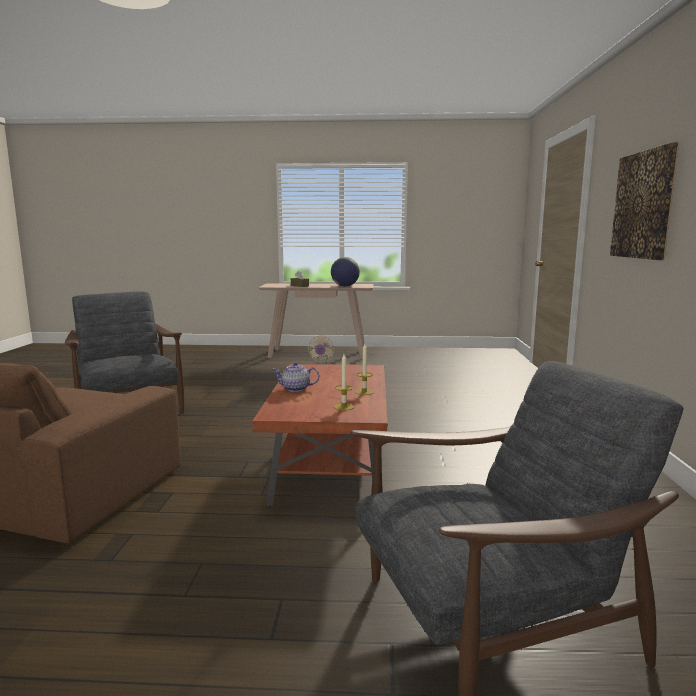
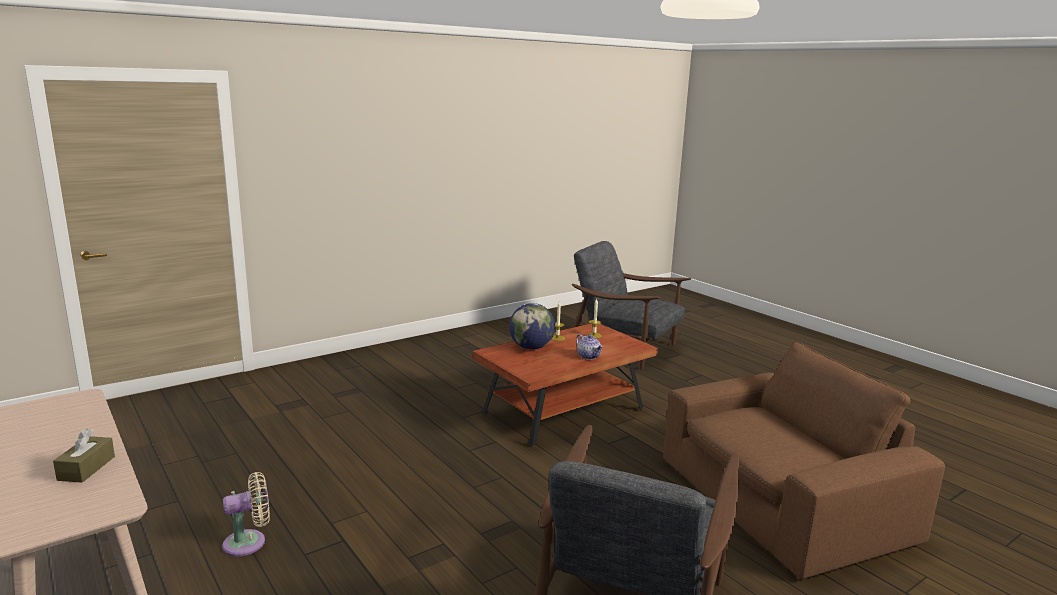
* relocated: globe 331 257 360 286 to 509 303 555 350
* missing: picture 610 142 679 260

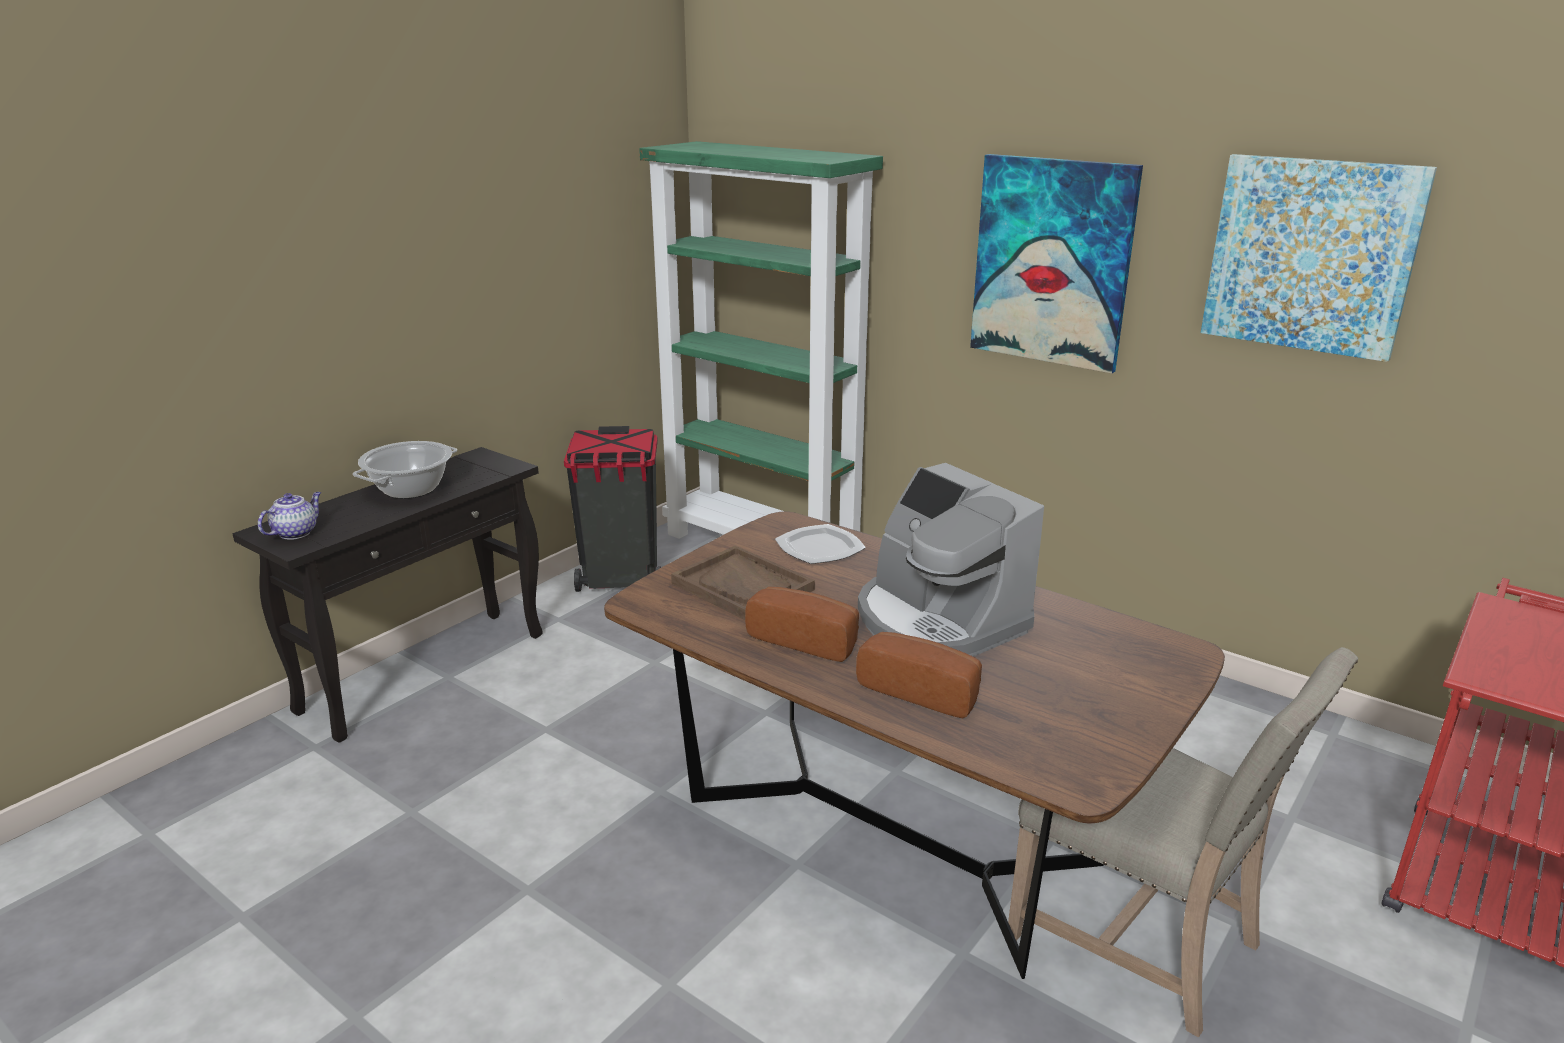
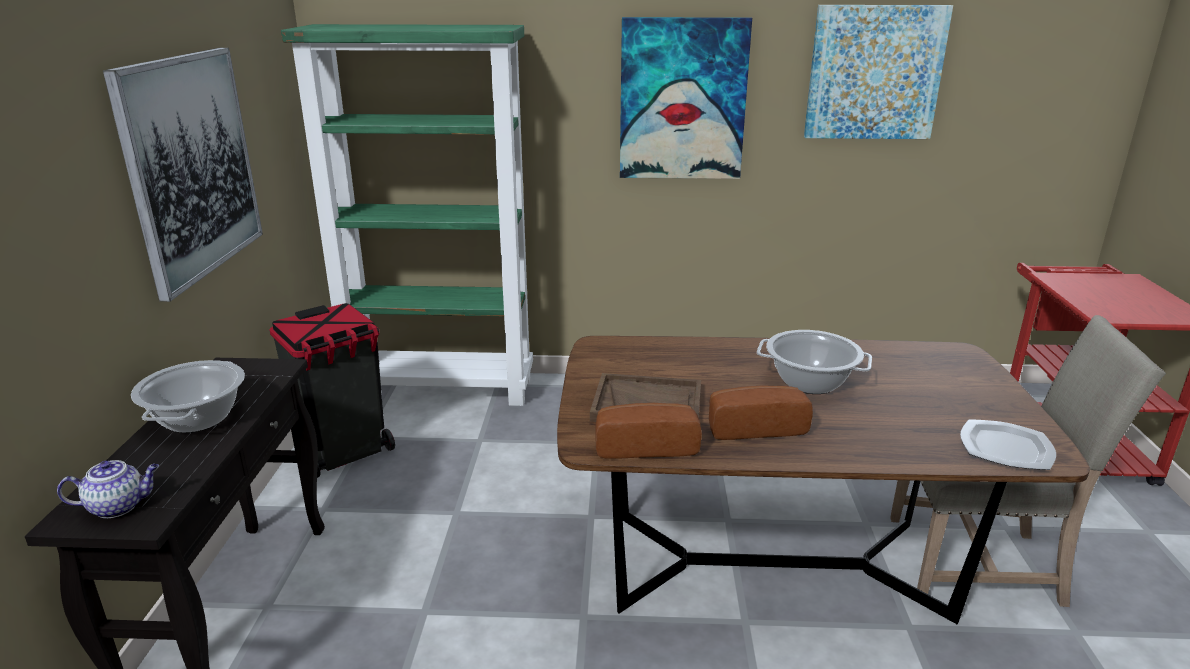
* spun: teapot 258 492 321 540 = 57 460 159 518 75 degrees clockwise
* relocated: plate 775 524 866 564 to 960 419 1056 470
* relocated: bread 856 632 982 718 to 595 403 702 459
* exchanged: coffee machine 858 463 1044 657 to cooking pot 757 330 872 394
* appeared: picture 103 48 263 302

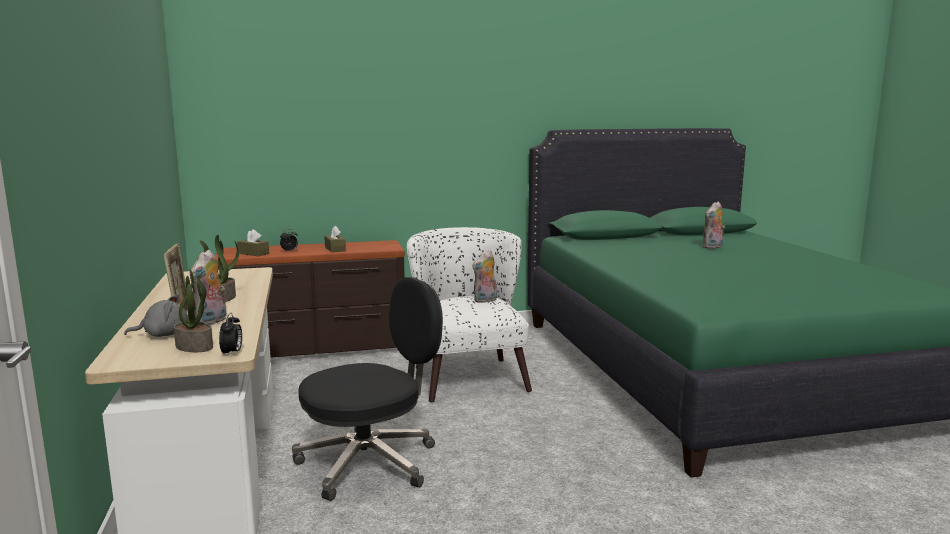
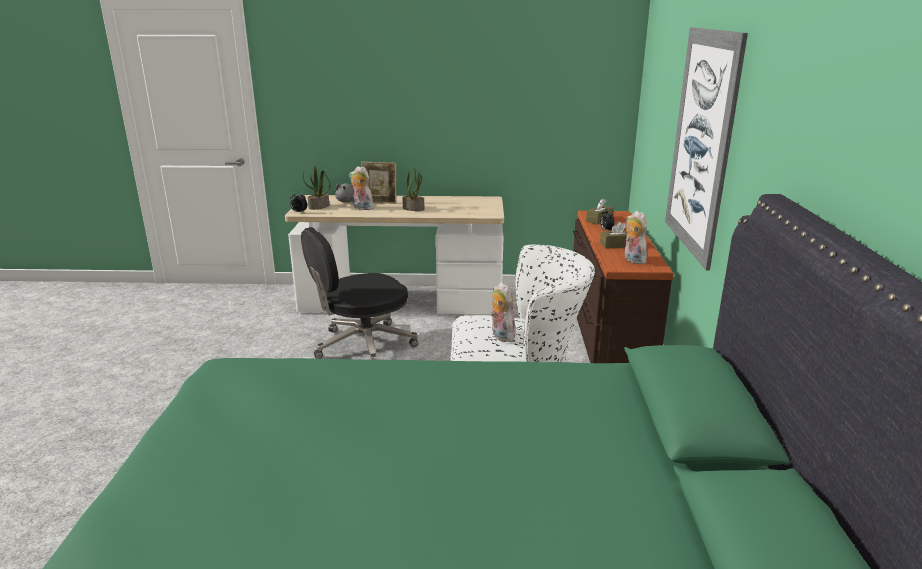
* spun: office chair (black) 292 277 443 501 = 301 227 418 360 75 degrees clockwise
* relocated: plush toy 702 201 725 249 to 624 211 647 264
* appeared: picture 665 27 748 270

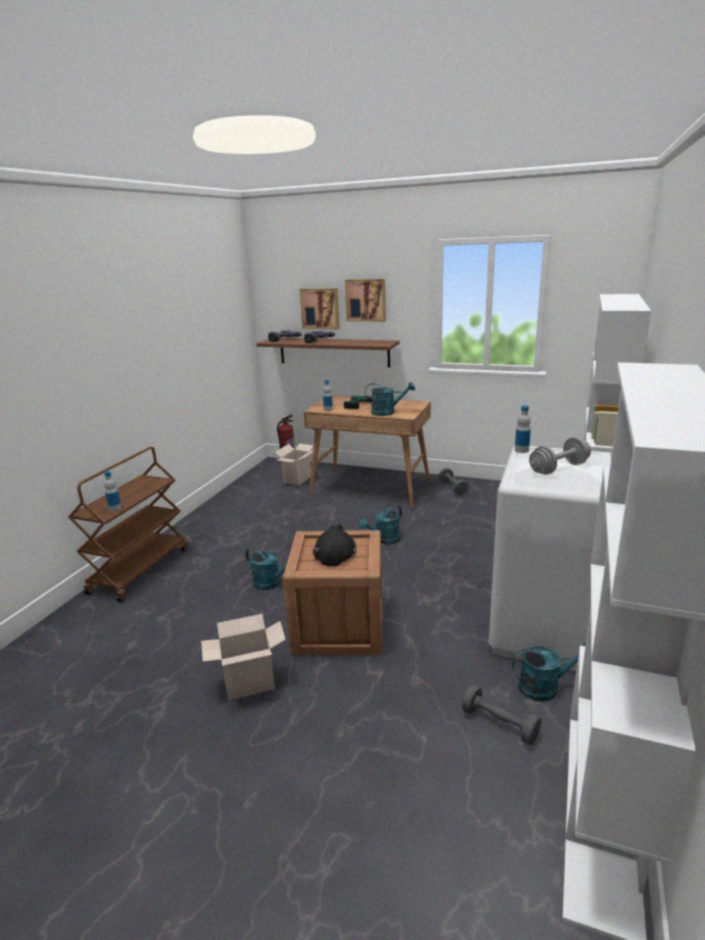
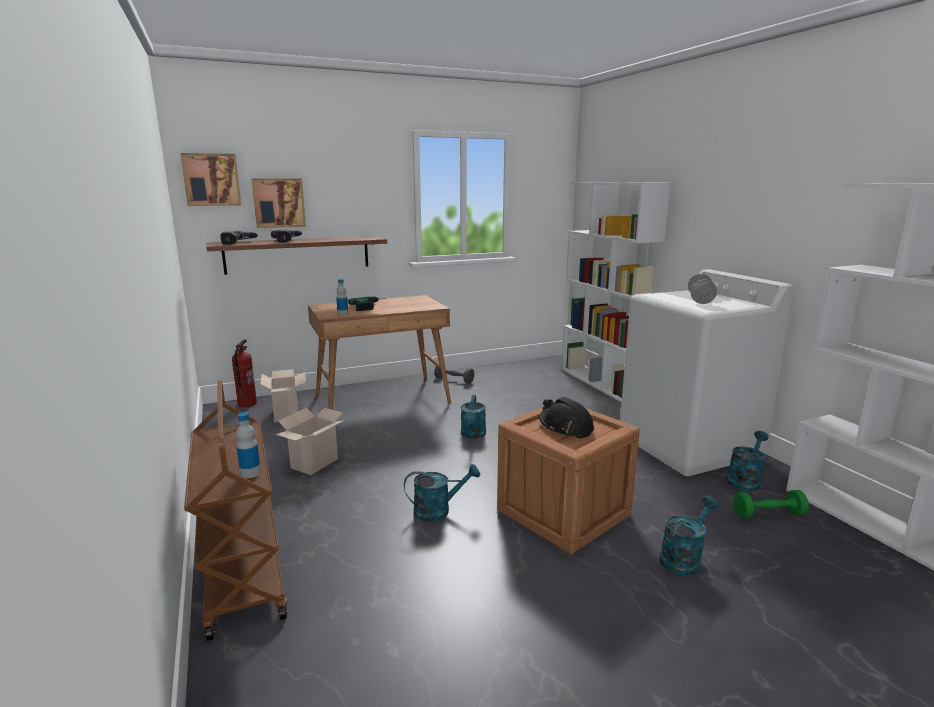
* relocated: cardboard box 201 614 286 700 to 276 408 344 475
* relocated: picture 345 279 386 322 to 180 153 241 206
* relocated: watering can (turquoise) 365 382 415 416 to 660 496 719 575
* colour: dumbbell (grey) 462 685 541 746 to dumbbell (green) 733 490 809 518
* missing: bottle 515 405 531 453

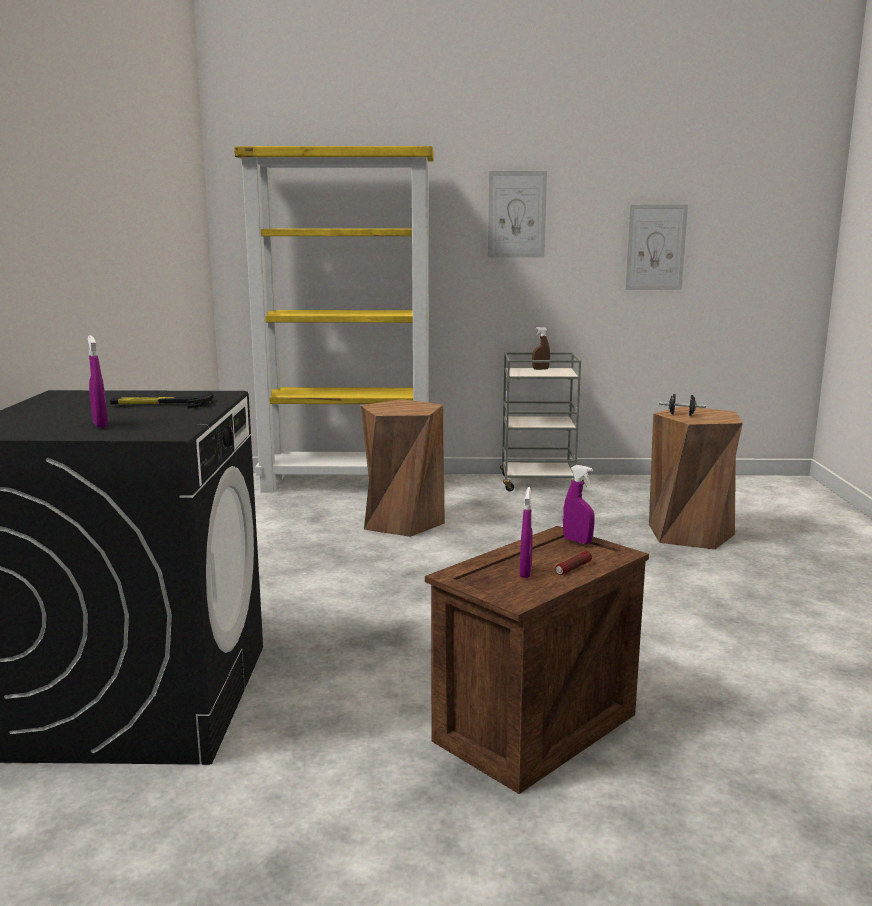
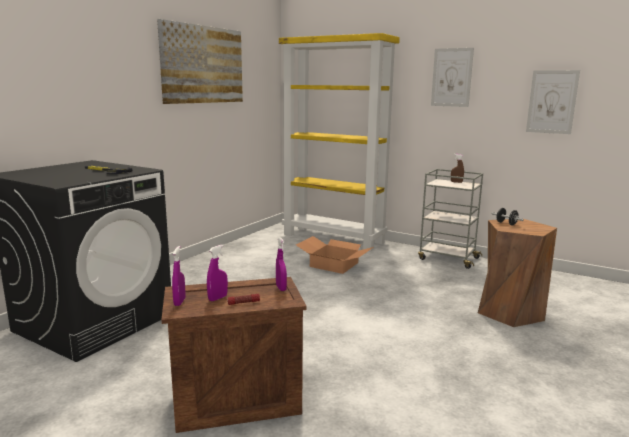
* relocated: spray bottle (purple) 88 336 108 428 to 172 246 185 306
* exchanged: stool (brown) 361 399 445 537 to cardboard box 296 236 373 274
* appeared: picture 157 19 243 104

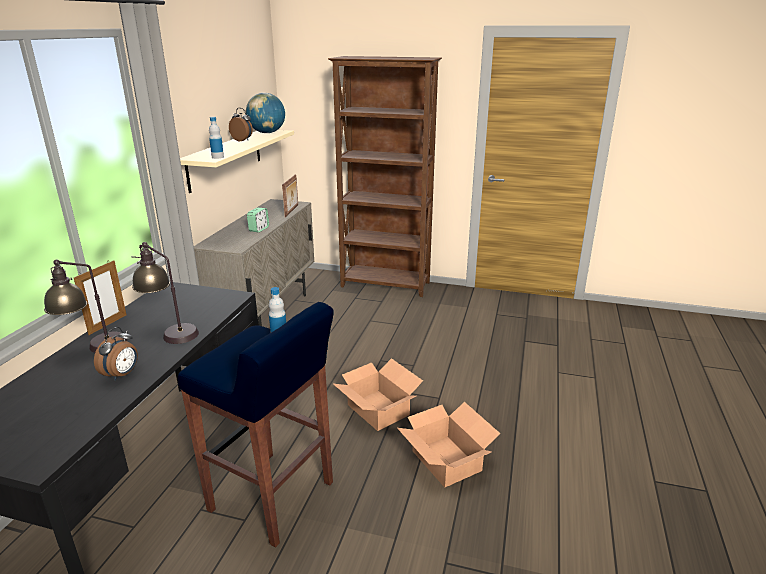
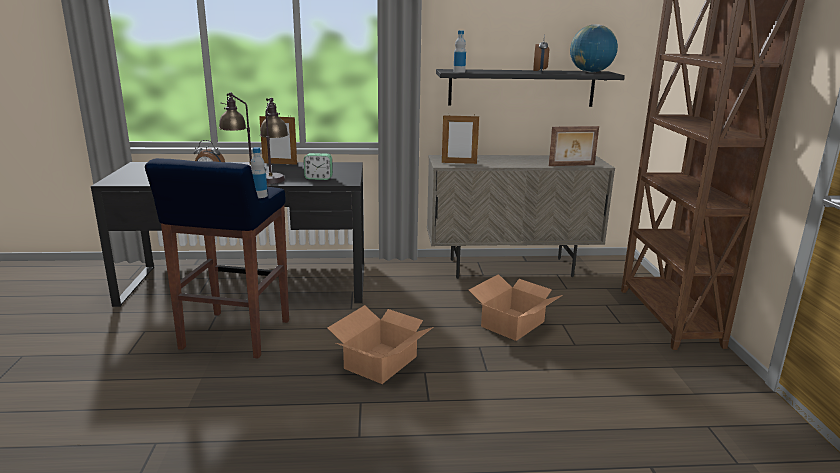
* colour: shelf (beige) 180 130 294 193 to shelf (black) 436 69 625 107
* relocated: alarm clock 247 208 269 232 to 304 153 333 180
* relocated: cardboard box 397 402 500 488 to 469 274 562 341
* appeared: picture frame 442 115 479 164

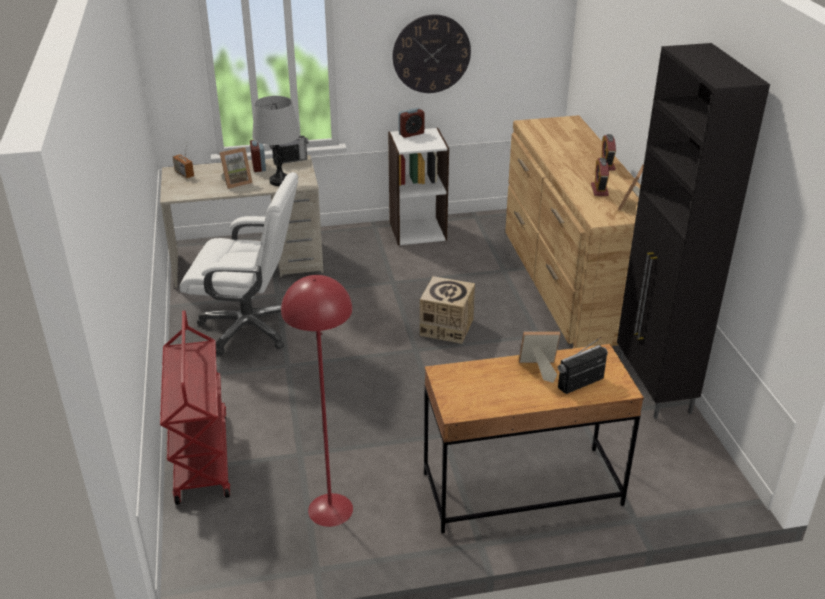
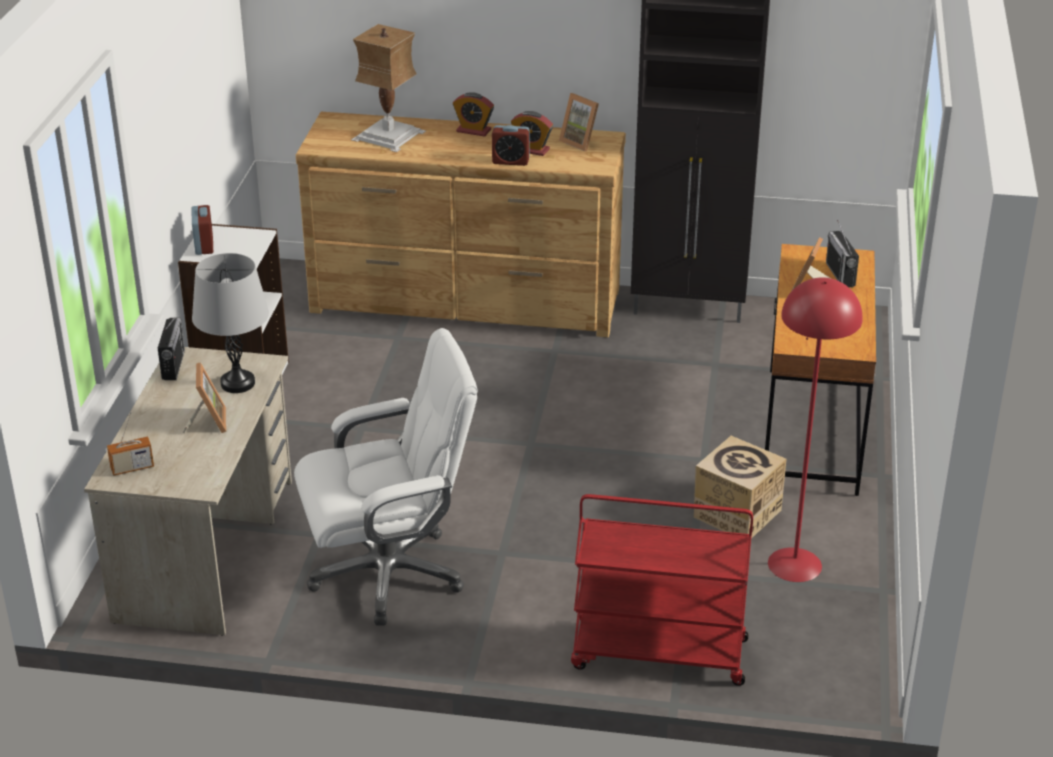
* spun: office chair (white) 179 172 298 355 = 294 328 478 626 45 degrees clockwise
* relocated: alarm clock 250 140 266 172 to 492 125 530 166
* missing: wall clock 393 14 471 93
* relocated: cardboard box 420 276 475 344 to 694 436 787 539
* appeared: table lamp 351 24 426 152

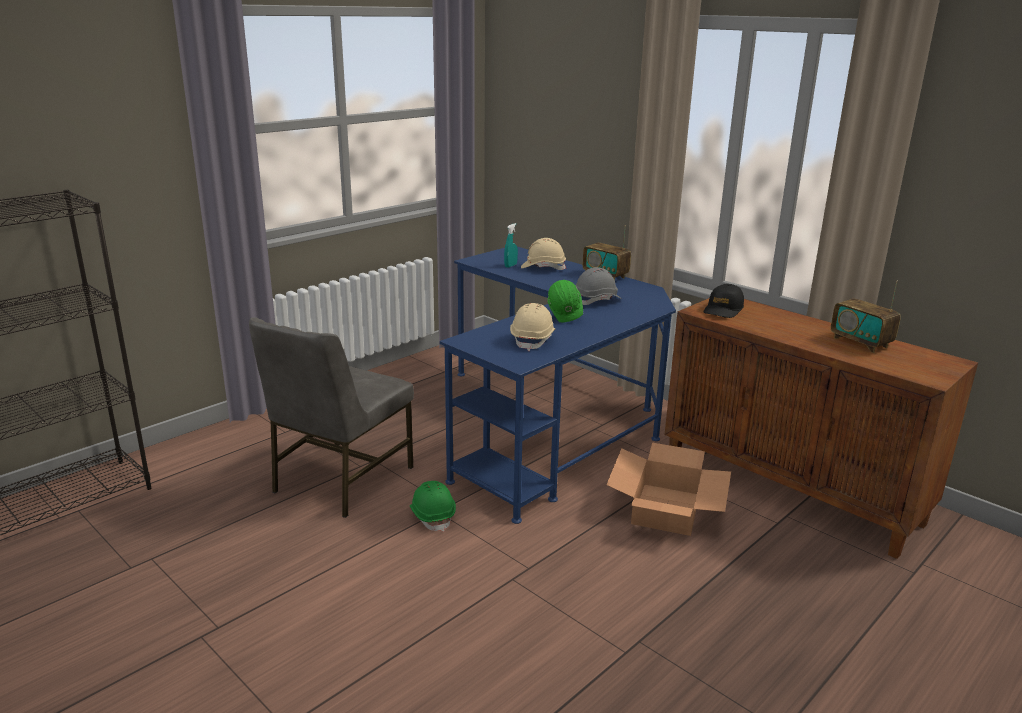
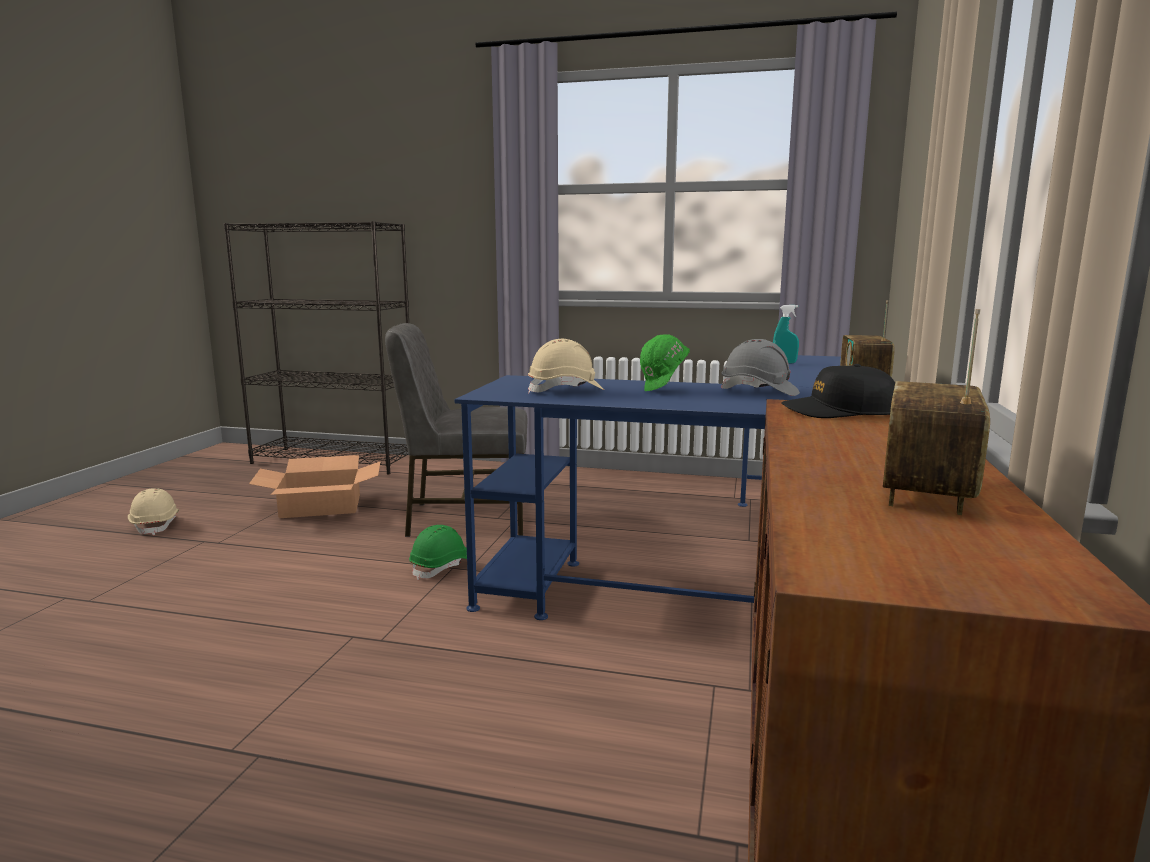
* relocated: hard hat (beige) 521 238 566 270 to 128 488 179 535
* relocated: cardboard box 606 442 731 536 to 249 455 381 518

